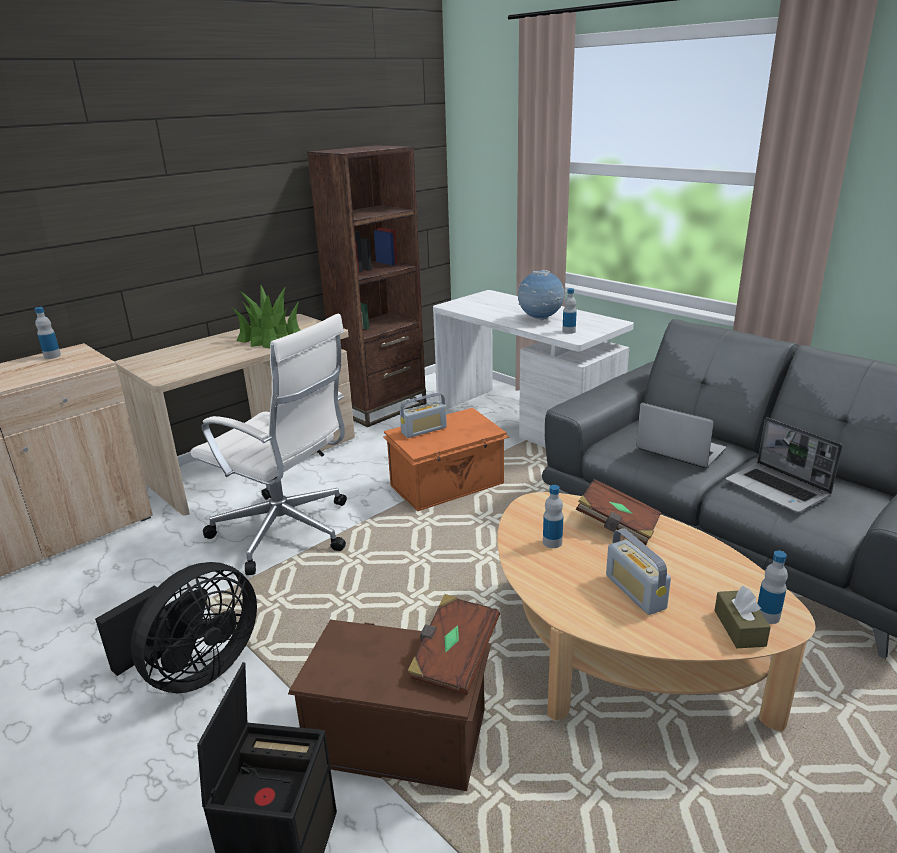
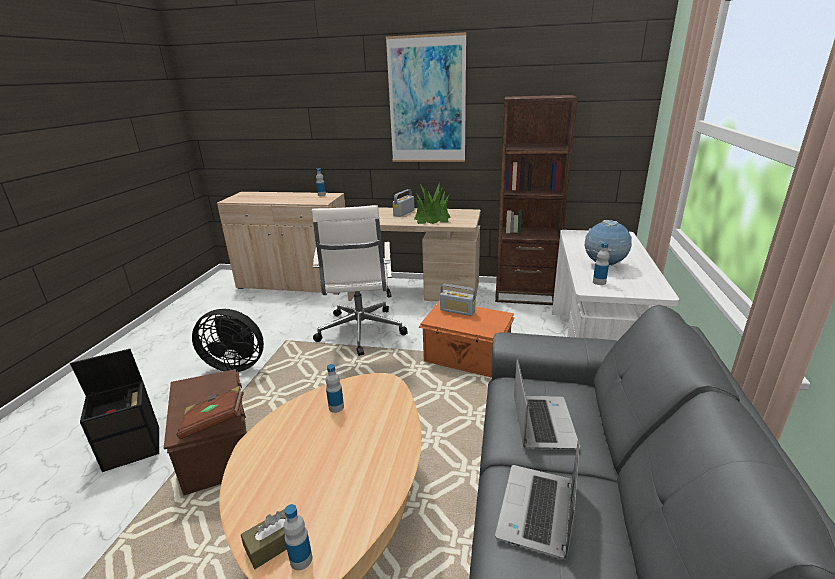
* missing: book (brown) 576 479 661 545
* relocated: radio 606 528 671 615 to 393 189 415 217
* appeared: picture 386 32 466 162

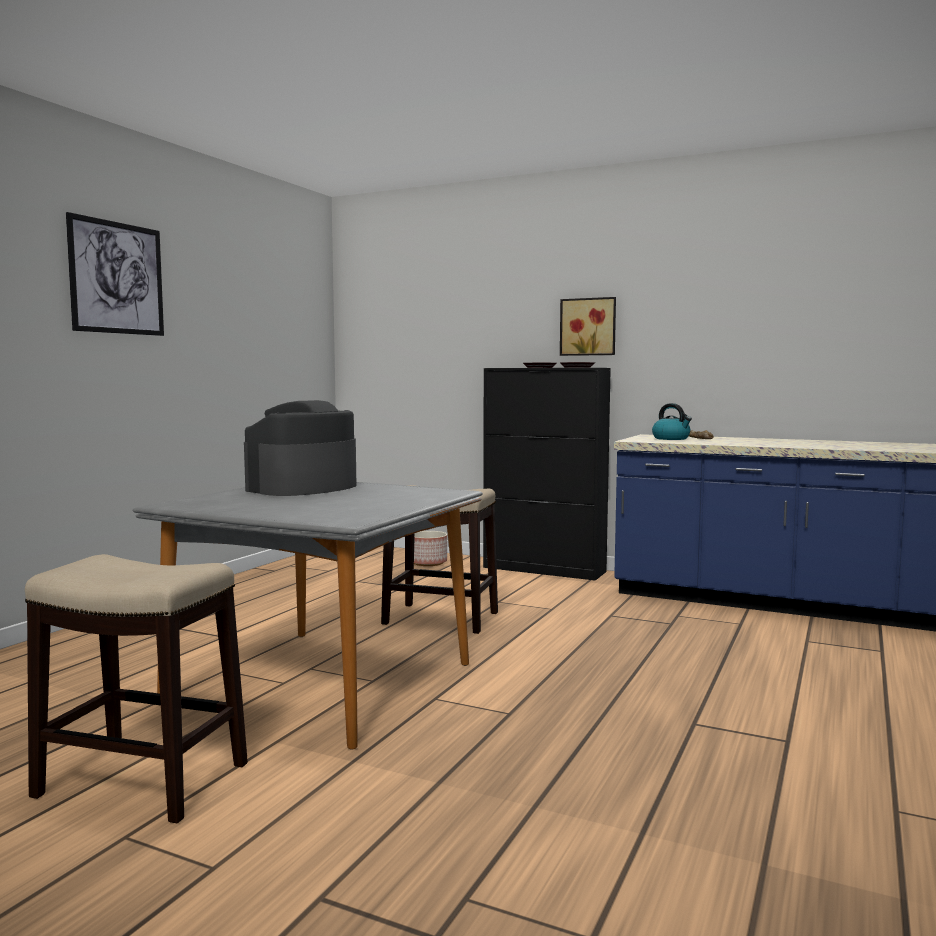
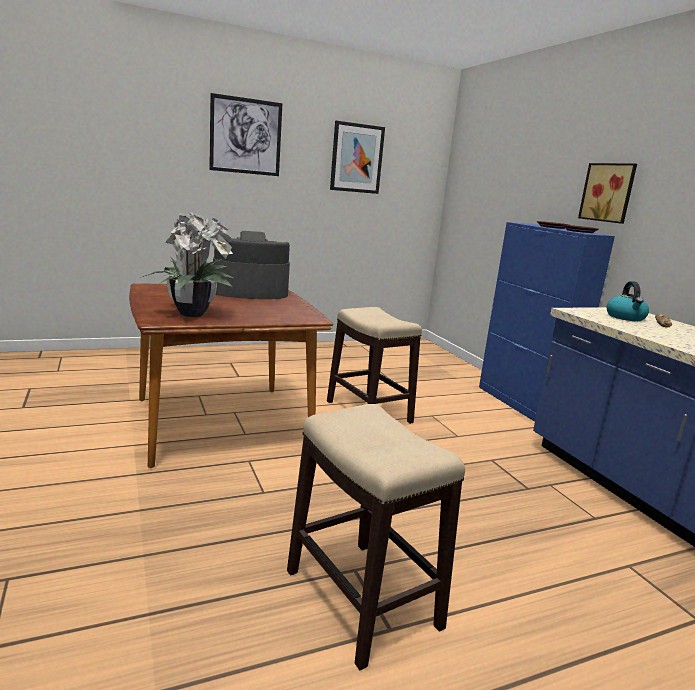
* relocated: stool 25 554 248 823 to 287 404 465 670
* colour: dining table (grey) 132 482 483 750 to dining table (brown) 129 284 334 468
* missing: planter 414 531 447 566
* colour: cabinet (black) 483 368 611 581 to cabinet (blue) 479 222 615 422
* appeared: potted plant 140 212 234 317
* appeared: picture 330 121 385 194

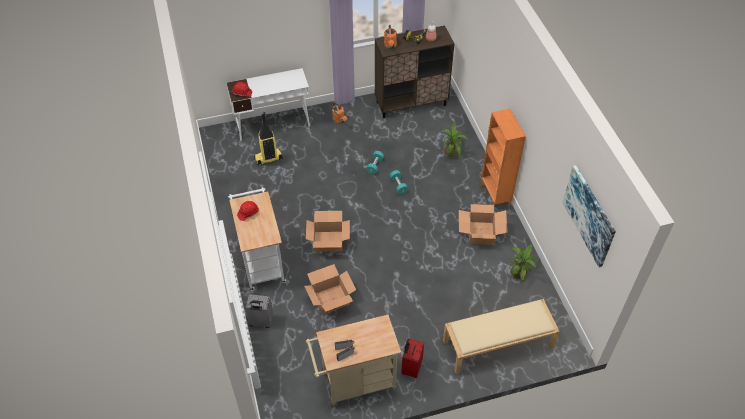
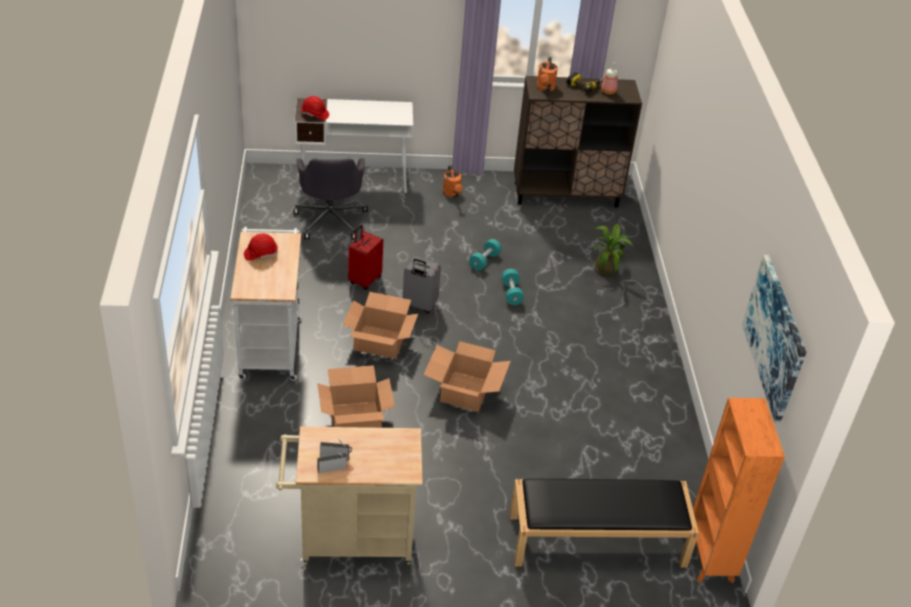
* relocated: suitcase (grey) 245 294 273 328 to 403 256 441 314
* exchanged: vacuum cleaner 254 112 283 166 to office chair (grey) 294 158 368 240
* relocated: suitcase (red) 401 339 424 378 to 348 225 383 290
* colour: bench (beige) 443 299 560 374 to bench (black) 510 479 699 567
* relocated: cardboard box 459 204 508 245 to 423 341 511 412
* relocated: bookcase (orange) 481 109 526 207 to 693 398 785 583
* missing: potted plant 509 244 537 283

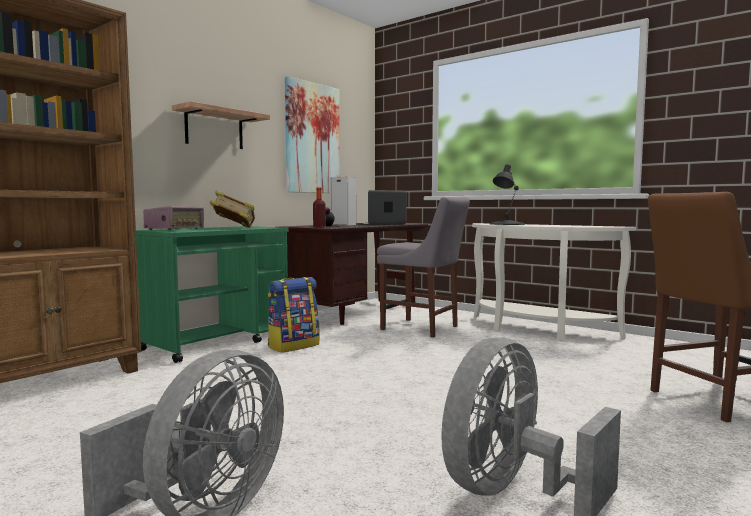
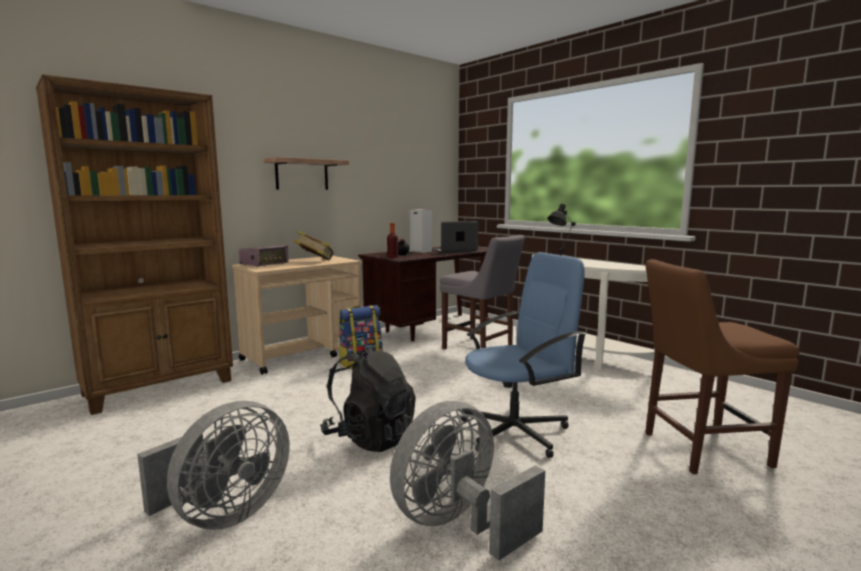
* colour: cart (green) 136 226 289 363 to cart (beige) 232 256 361 375
* missing: picture 285 76 340 193
* appeared: backpack (black) 320 347 416 452
* appeared: office chair (blue) 461 252 587 458

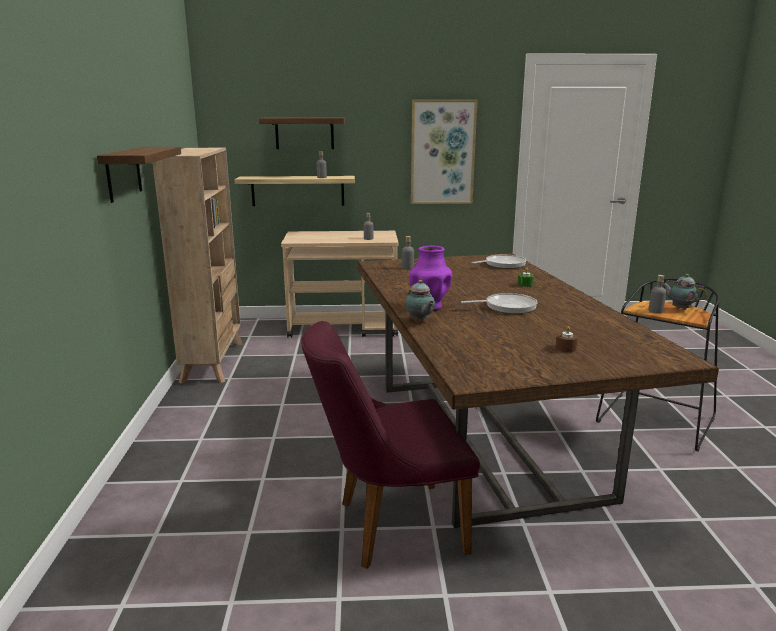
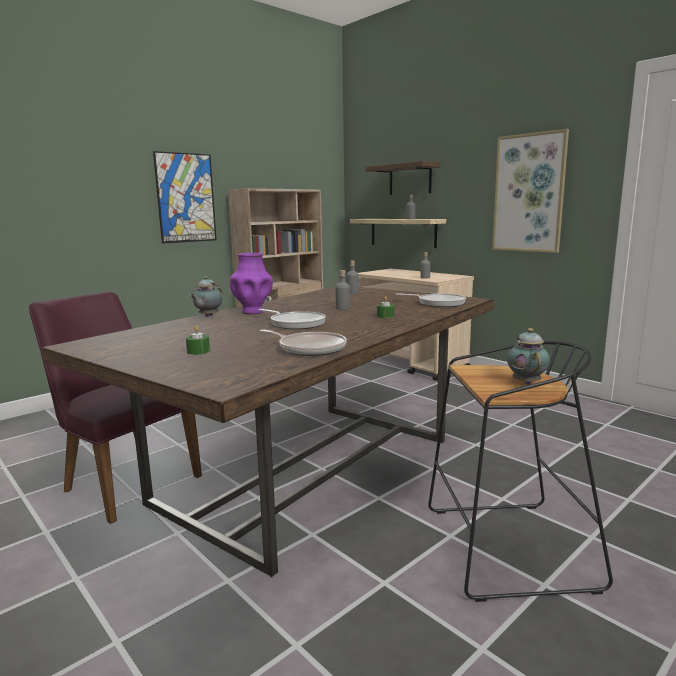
* exchanged: shelf 97 147 181 203 to picture 153 151 217 244
* colour: candle (brown) 556 326 578 352 to candle (green) 186 326 210 355
* relocated: bottle (grey) 649 275 666 314 to 335 270 350 310
* appeared: frying pan 260 329 347 356

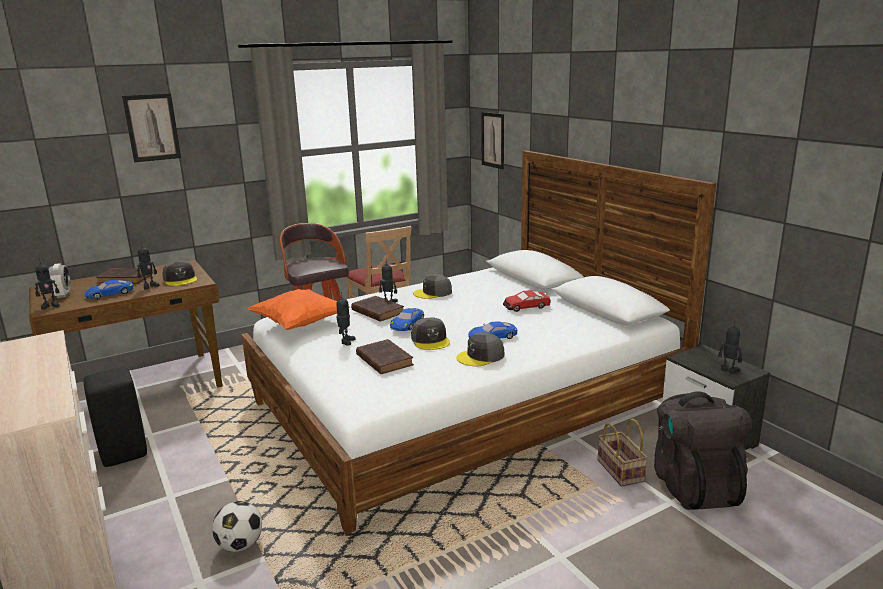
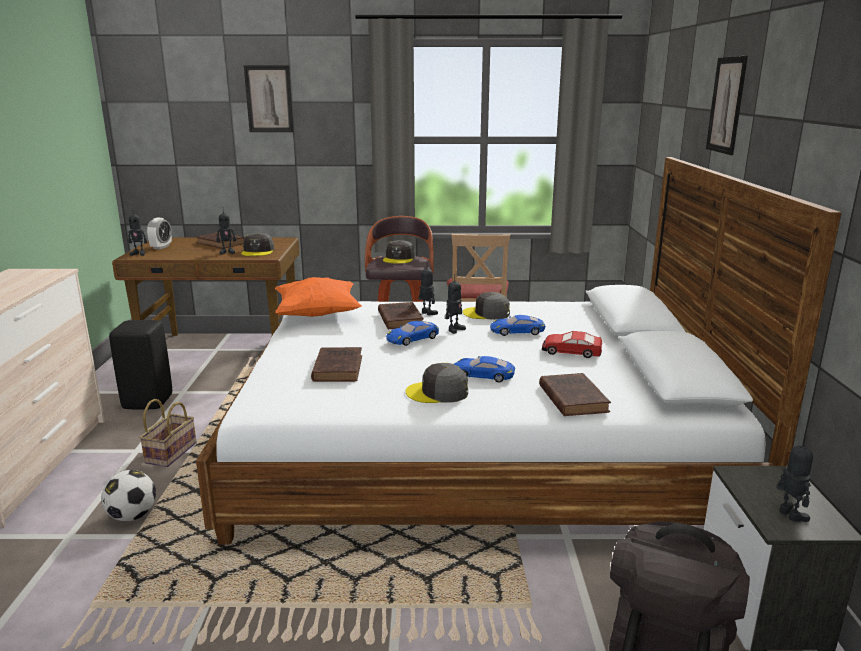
* relocated: toy car (blue) 84 280 133 300 to 490 315 545 336
* relocated: toy robot 336 292 355 346 to 445 274 466 334
* relocated: cap (grey) 411 317 450 350 to 383 240 415 263
* relocated: picture 481 112 504 169 to 706 56 748 155
* relocated: basket 597 419 648 487 to 139 399 196 467
* appeared: book (brown) 539 373 611 416

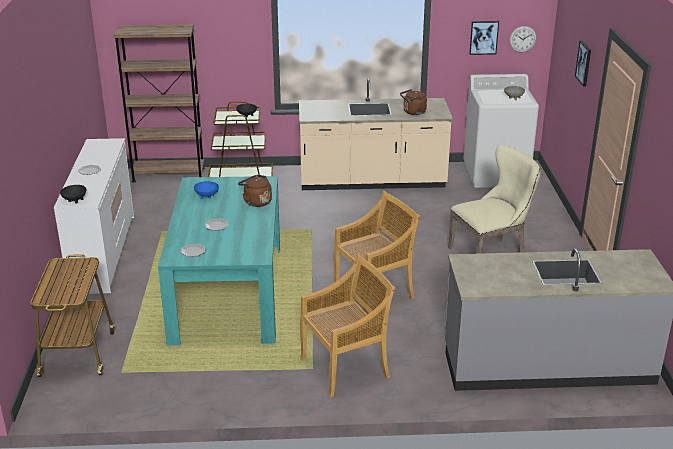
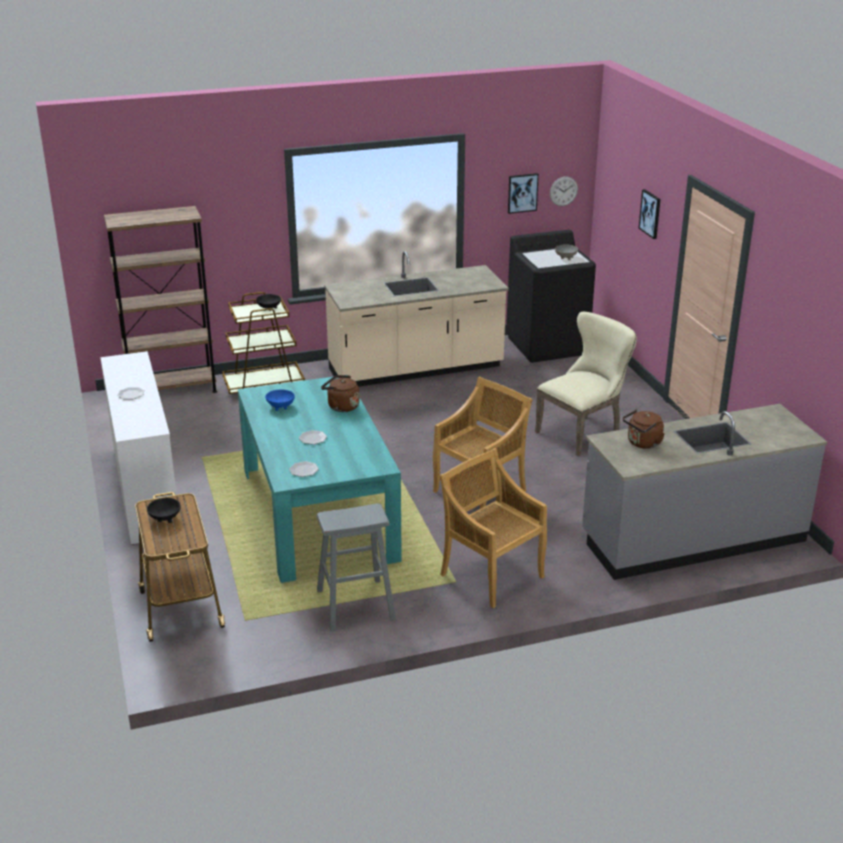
* relocated: bowl (black) 60 185 86 204 to 147 498 181 523
* spun: chair (beige) 300 254 395 398 = 439 448 547 608 90 degrees counterclockwise
* relocated: kettle (brown) 400 89 427 115 to 623 409 665 449
* colour: washing machine (white) 463 74 539 188 to washing machine (black) 506 230 596 363
* appeared: stool (grey) 317 503 396 631

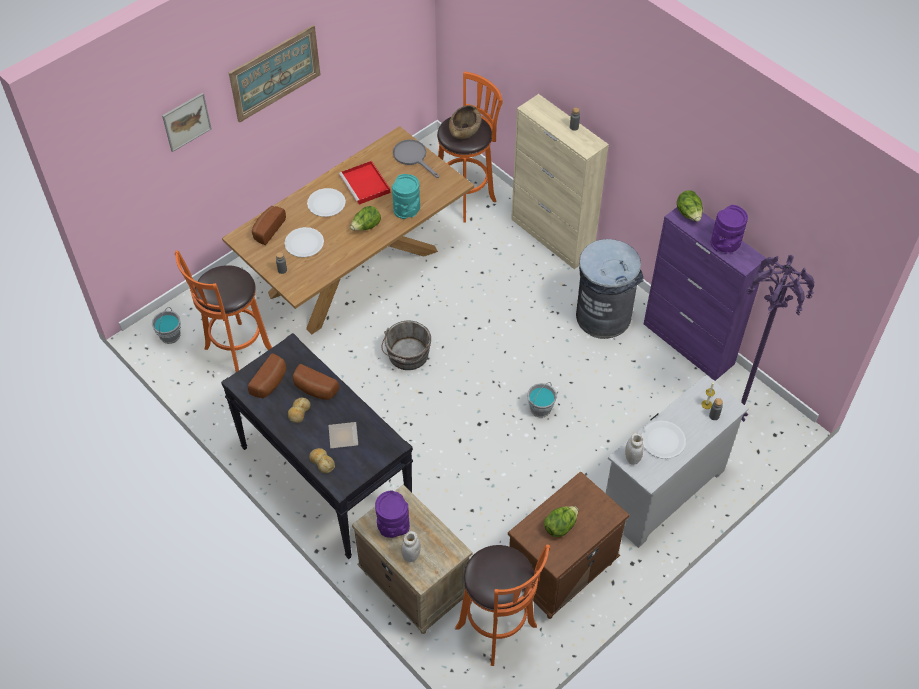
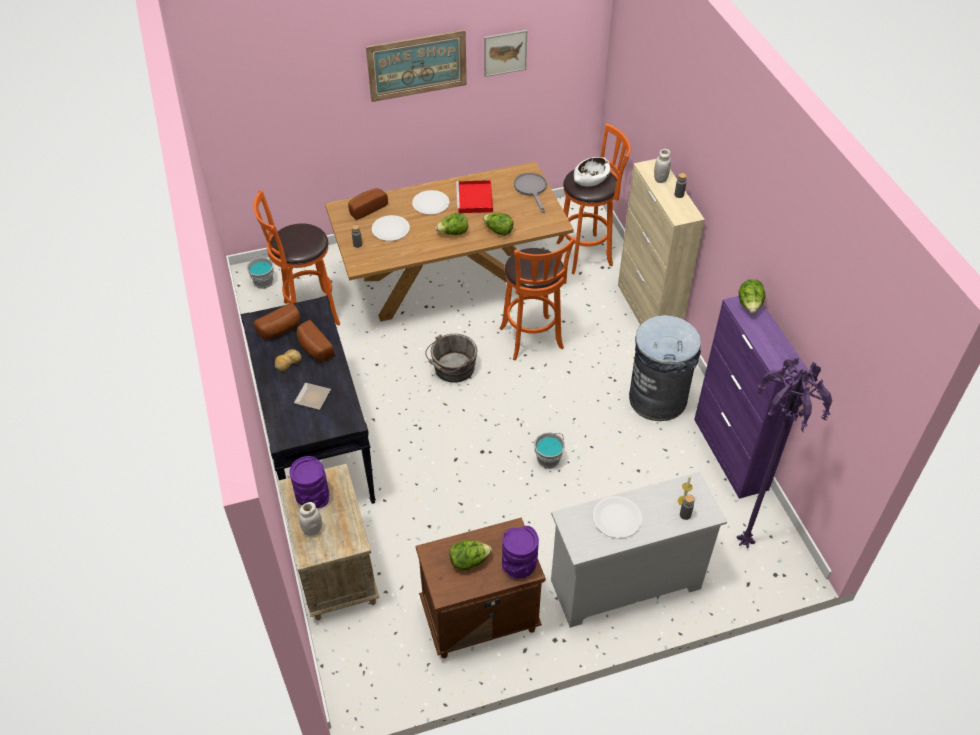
* relocated: picture 162 93 212 152 to 484 30 527 77
* missing: bread 309 448 335 473
* exchanged: vase (turquoise) 392 174 420 219 to lettuce 483 213 514 236
* colour: bowl (brown) 449 105 482 139 to bowl (white) 574 157 610 187
* relocated: stool (orange) 455 545 550 666 to 500 237 575 360
* relocated: jar (white) 625 433 643 465 to 654 149 671 183
* relocated: vase (purple) 711 205 748 254 to 502 526 539 578

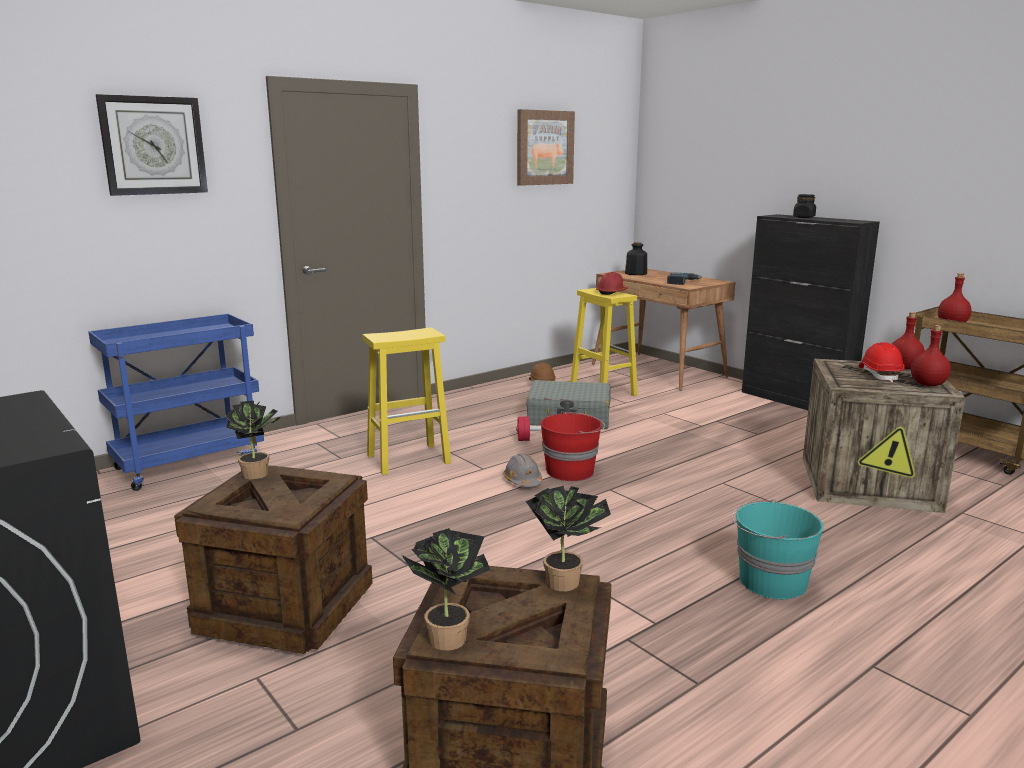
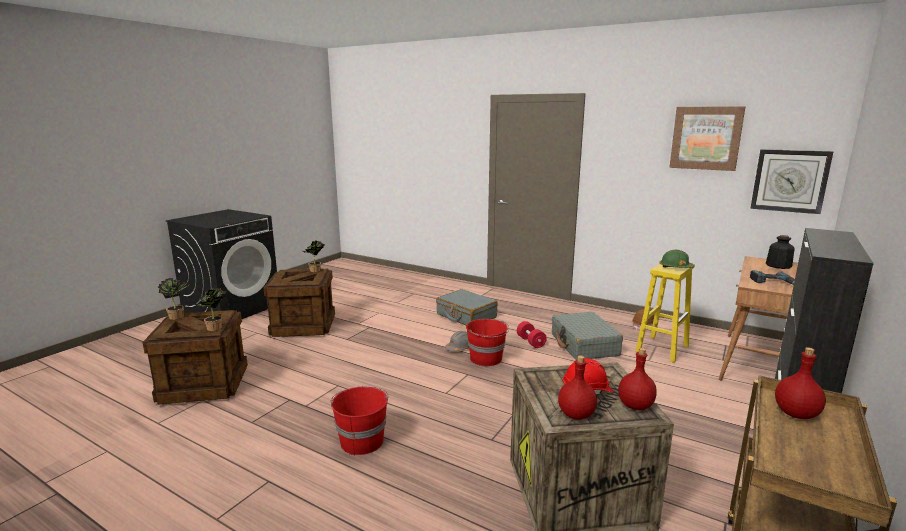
* missing: cart (blue) 88 314 264 491
* relocated: wall clock 96 94 208 196 to 750 149 833 214
* exchanged: stool (yellow) 363 328 451 475 to suitcase (grey) 436 289 498 325
* colour: hard hat (red) 596 272 628 295 to hard hat (green) 659 250 695 268
* colour: bucket (turquoise) 732 499 823 599 to bucket (red) 330 386 389 455
* missing: jar (black) 793 194 816 218

